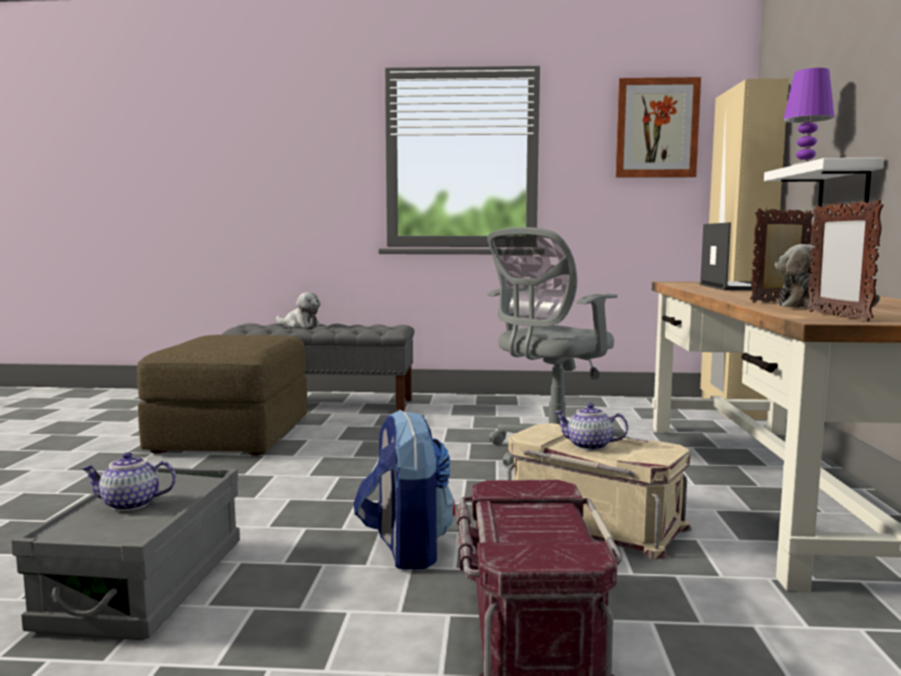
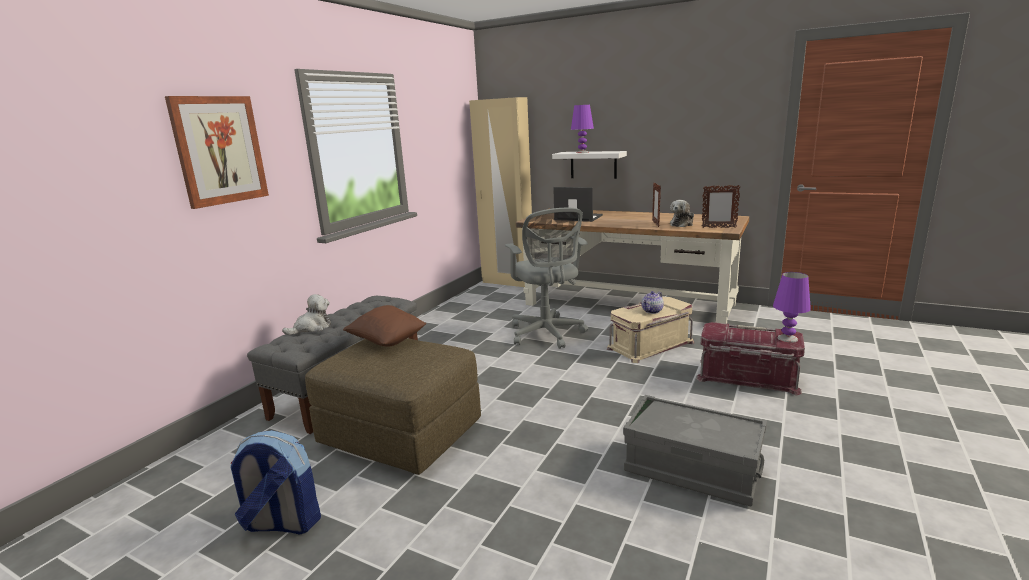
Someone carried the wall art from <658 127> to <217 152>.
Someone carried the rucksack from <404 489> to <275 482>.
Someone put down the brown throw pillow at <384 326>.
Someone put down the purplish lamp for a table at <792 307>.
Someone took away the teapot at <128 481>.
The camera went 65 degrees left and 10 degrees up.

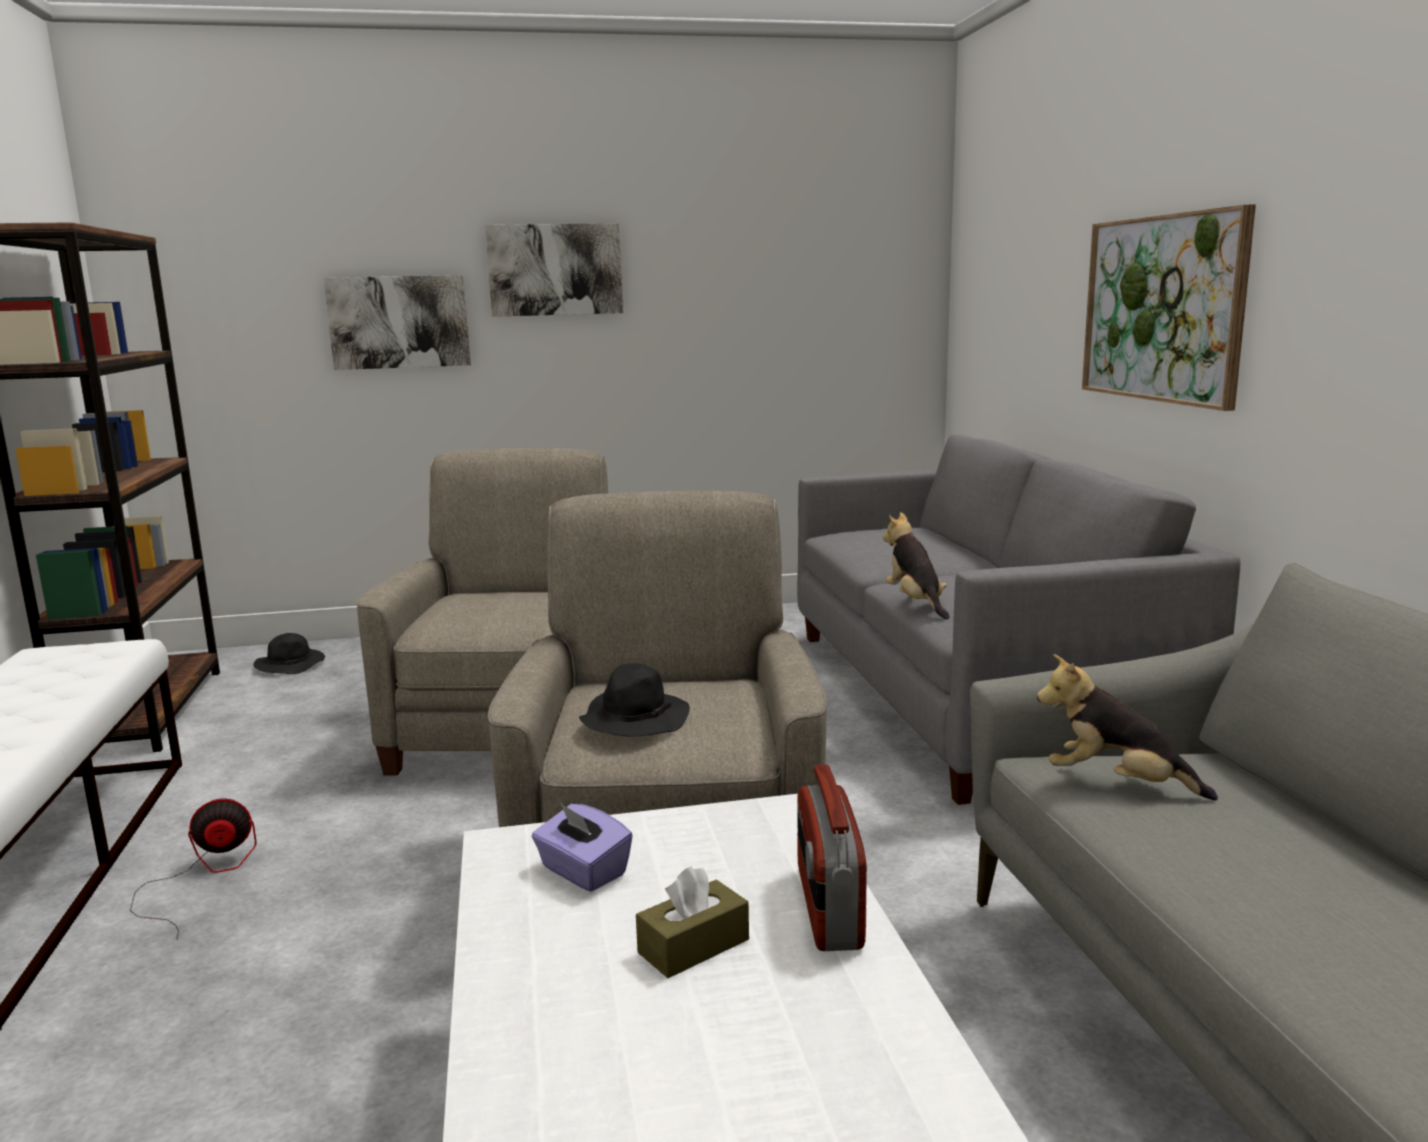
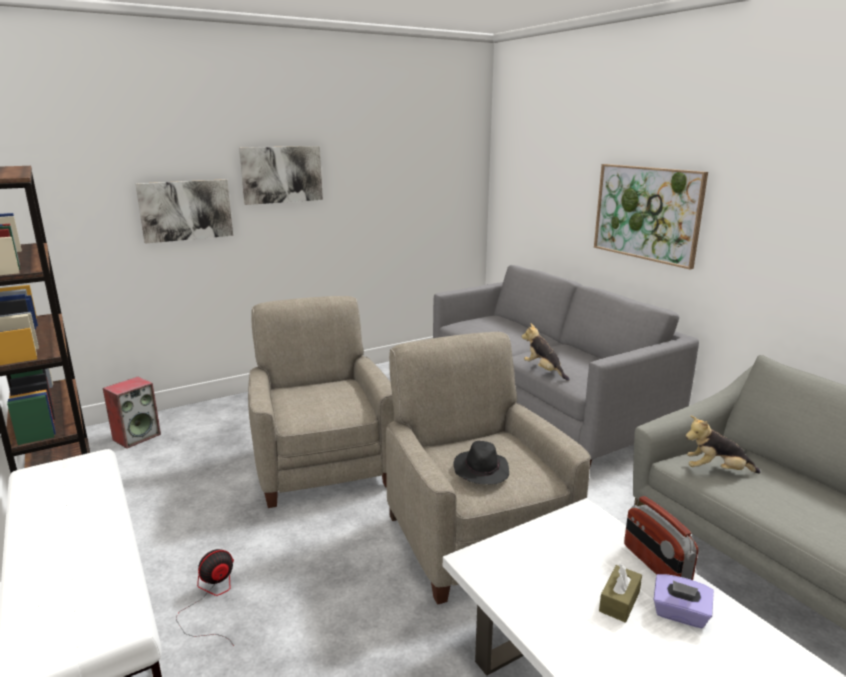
Someone swapped the blackish hat at <289 653> for the audio speaker at <132 413>.
Someone carried the purplish tissue holder from <582 847> to <684 601>.
The camera went 20 degrees left and 5 degrees up.

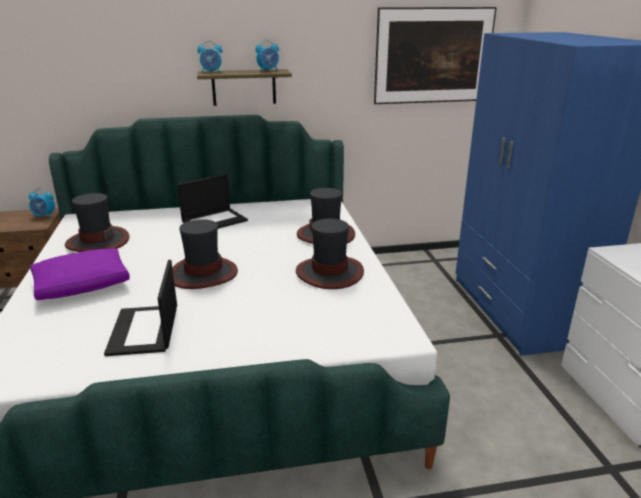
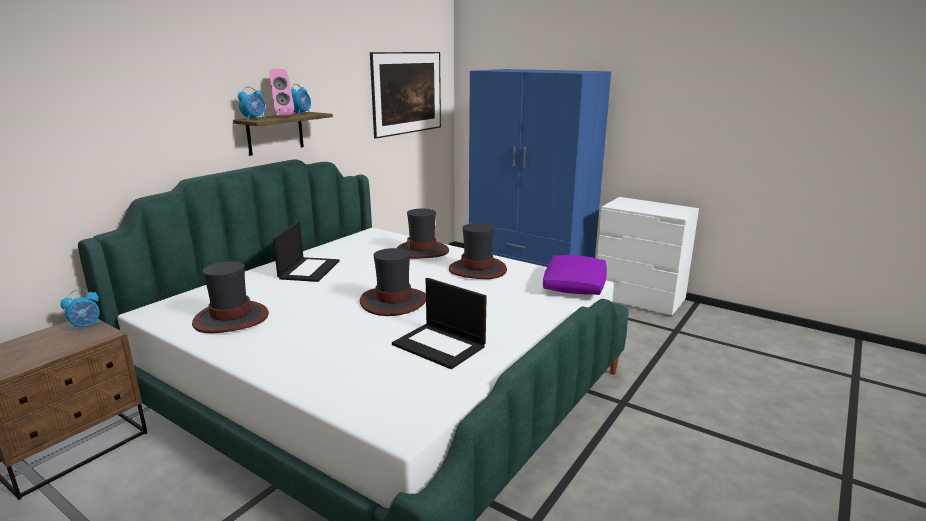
Someone put down the pink-coloured audio speaker at <281 92>.
Someone carried the purplish throw pillow from <80 274> to <575 275>.
The camera went 45 degrees left and 5 degrees down.

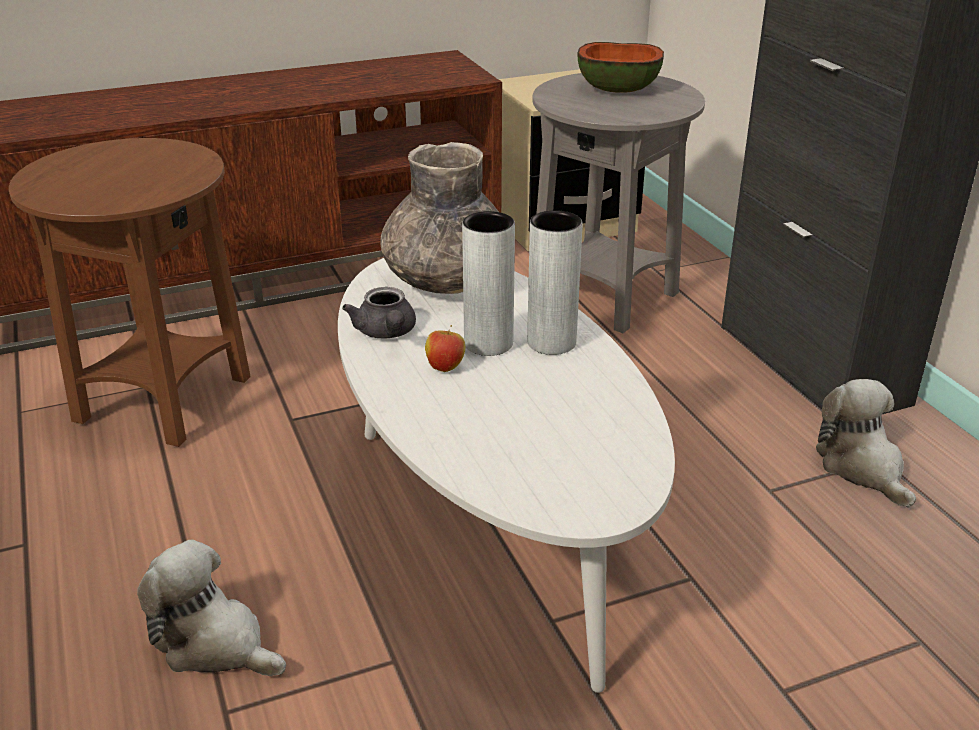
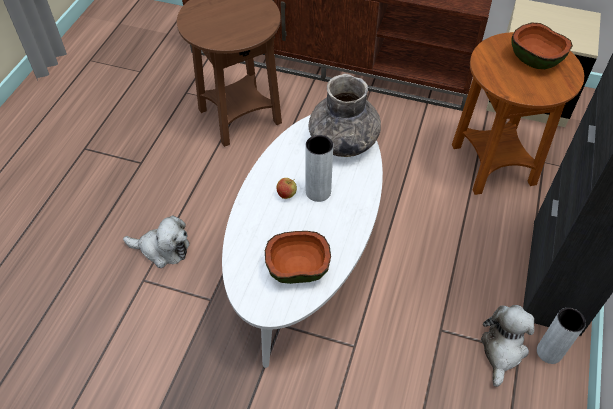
Someone rotated the soft toy at <211 608> by 120 degrees clockwise.
Someone put down the bowl at <298 257>.
Someone repainted the grey side table at <618 203>, which became the brown side table at <518 113>.
Someone carried the grey vase from <555 282> to <561 336>.
Someone took away the grey teapot at <379 312>.
The camera went 40 degrees right and 20 degrees up.

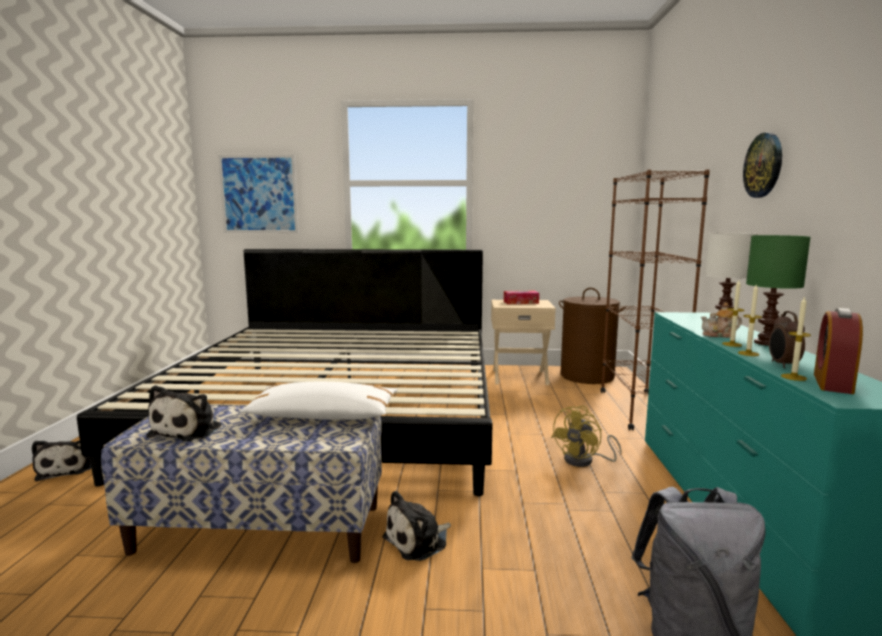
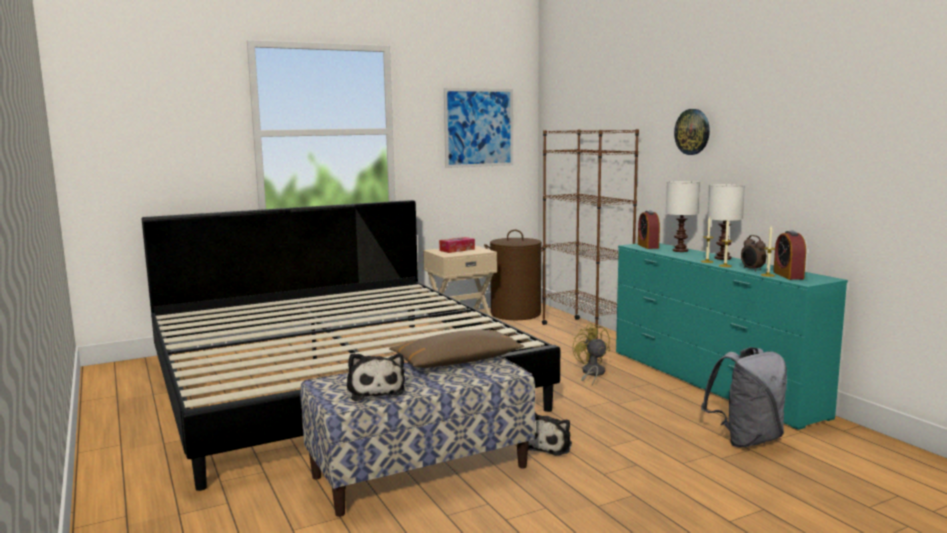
Someone repainted the white throw pillow at <318 401>, which became the brown throw pillow at <456 349>.
Someone carried the wall art from <258 194> to <478 128>.
Someone rotated the yellowish electric fan at <586 436> by 150 degrees clockwise.
Someone put down the bedside clock at <649 229>.
Someone repainted the green-coloured lamp for a table at <778 290>, which became the white lamp for a table at <726 222>.
Someone took away the soft toy at <61 460>.
Someone took away the teapot at <721 320>.
The camera went 30 degrees left and 0 degrees up.

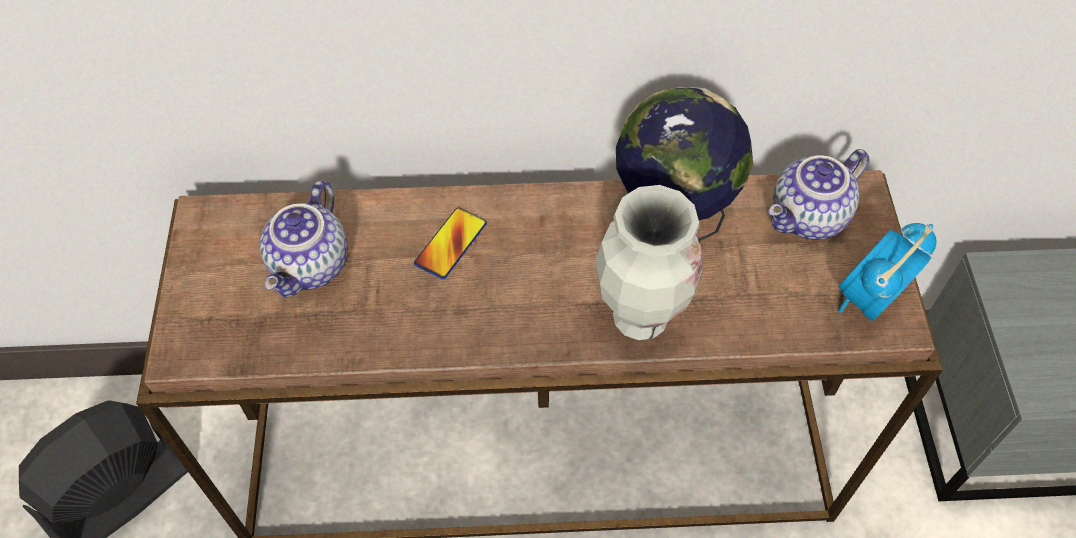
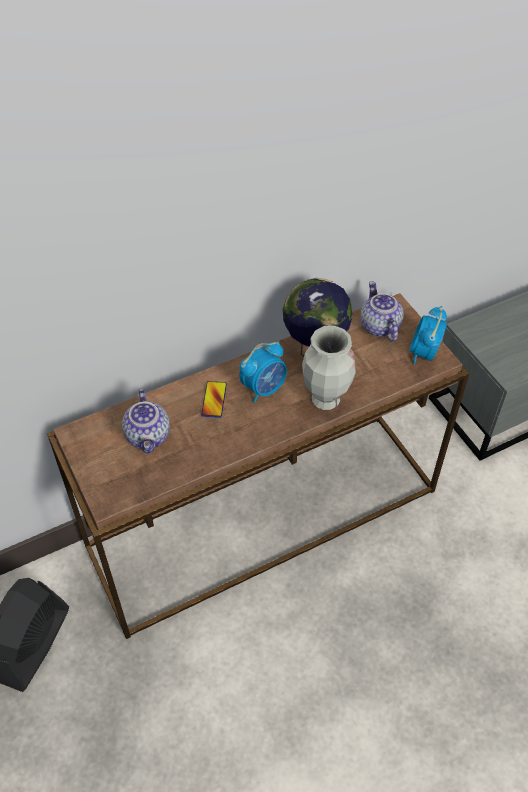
Someone put down the bedside clock at <263 372>.
Someone rotated the teapot at <818 194> by 135 degrees clockwise.
The camera went 25 degrees left and 5 degrees down.

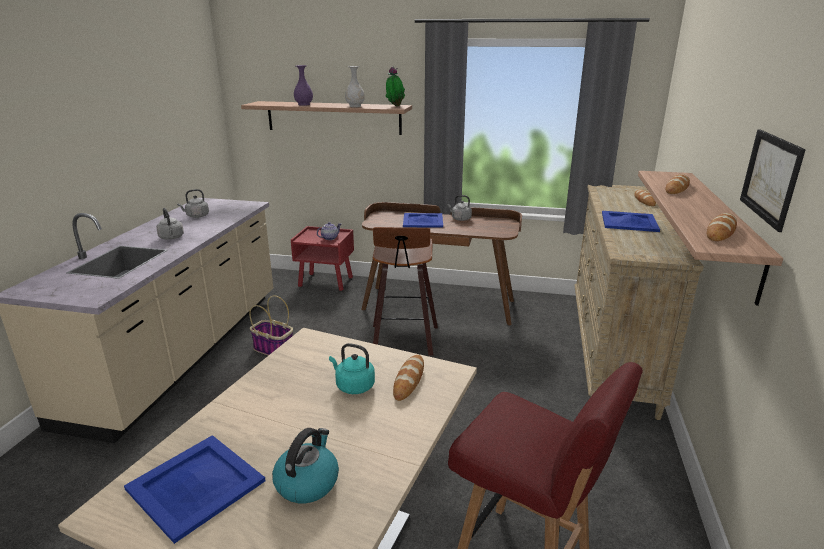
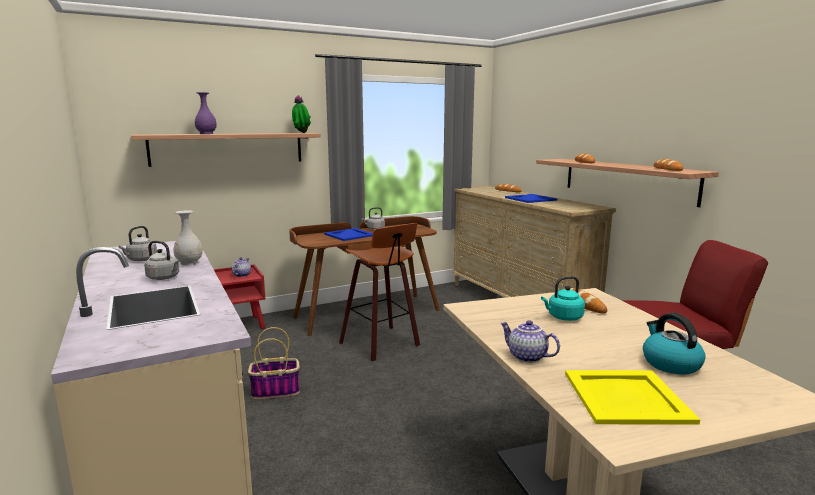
Someone carried the white vase from <355 86> to <188 238>.
Someone put down the teapot at <530 341>.
Someone repainted the bluish tray at <195 489>, which became the yellowish tray at <632 397>.
Someone took away the wall art at <773 180>.
The camera went 40 degrees left and 10 degrees down.

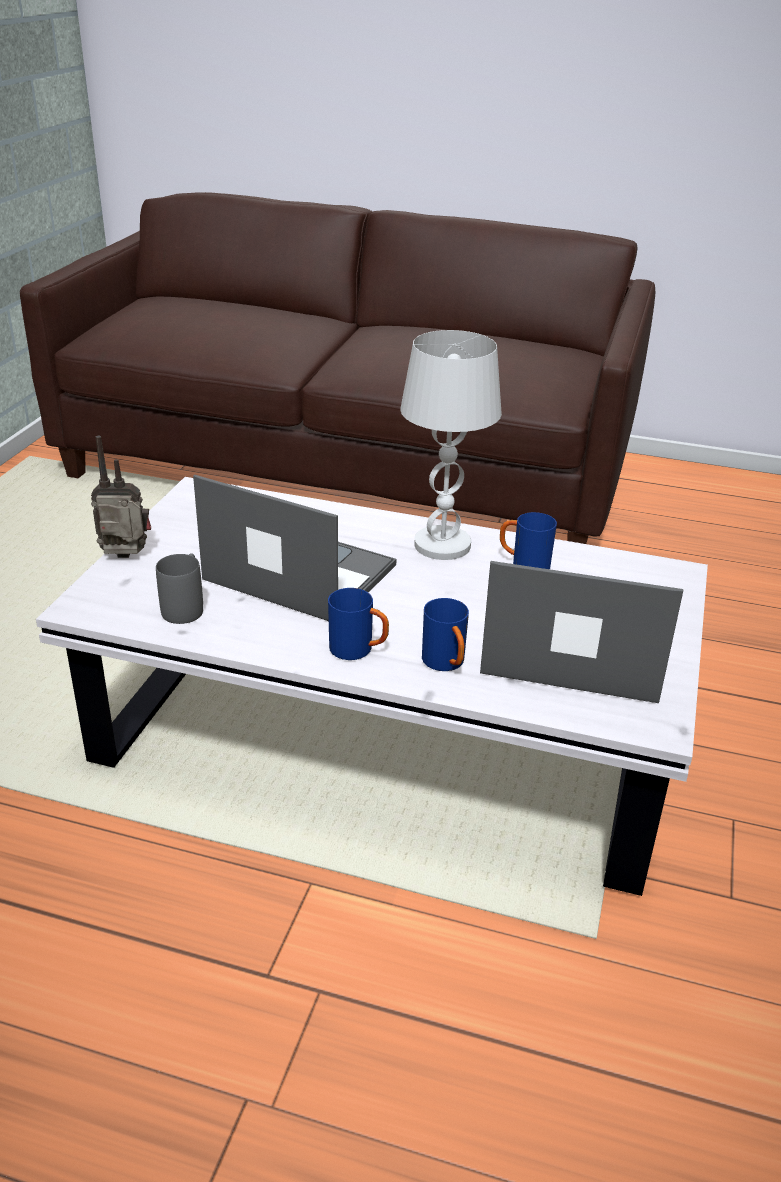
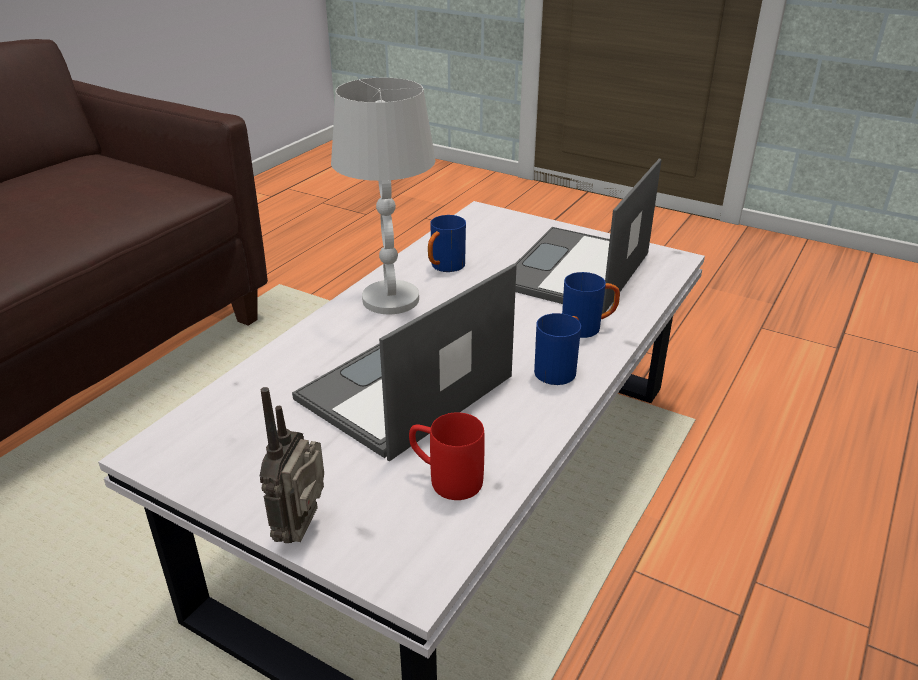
Someone repainted the grey mug at <179 588>, which became the red-coloured mug at <447 456>.
The camera went 75 degrees left and 0 degrees up.

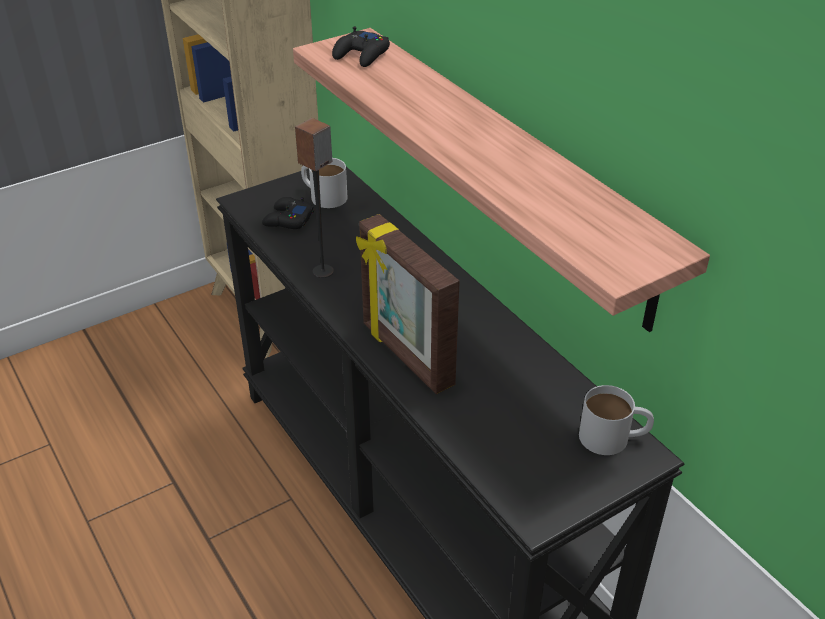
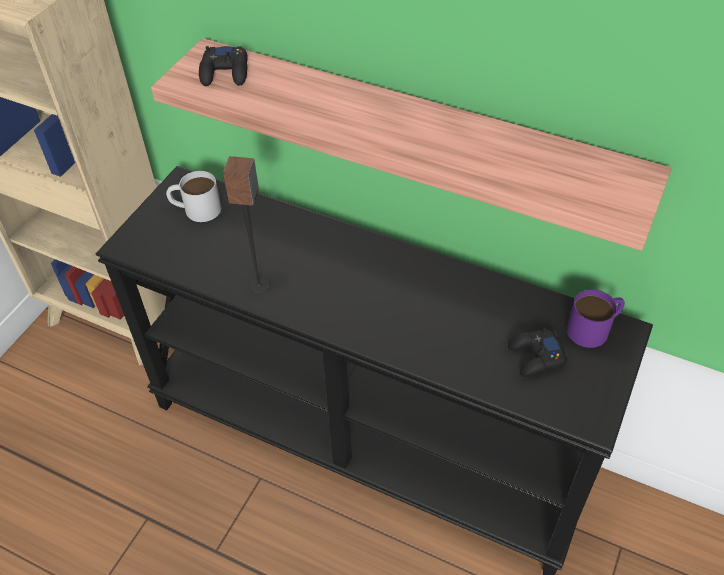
Someone carried the blackish gamepad from <288 213> to <538 352>.
Someone repainted the white mug at <616 420>, which became the purplish mug at <596 318>.
Someone took away the photo frame at <408 304>.
The camera went 30 degrees left and 10 degrees up.

